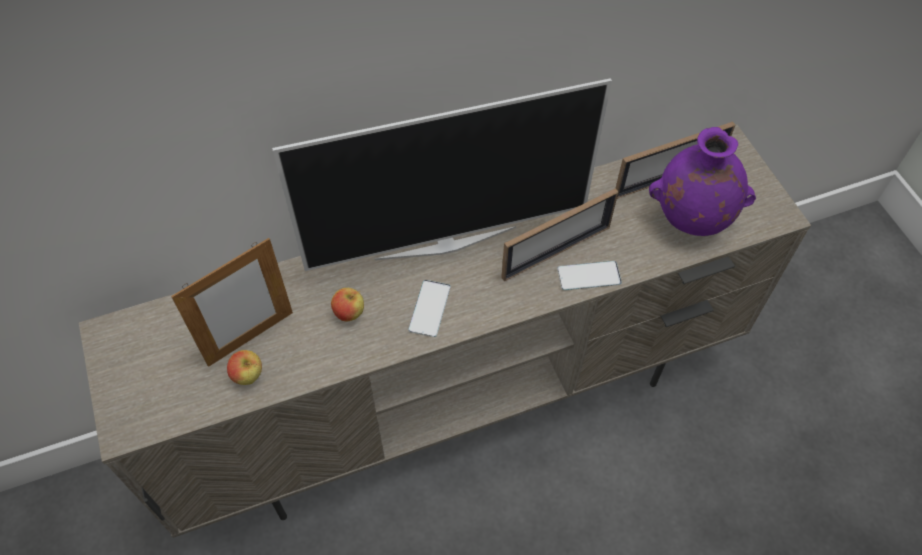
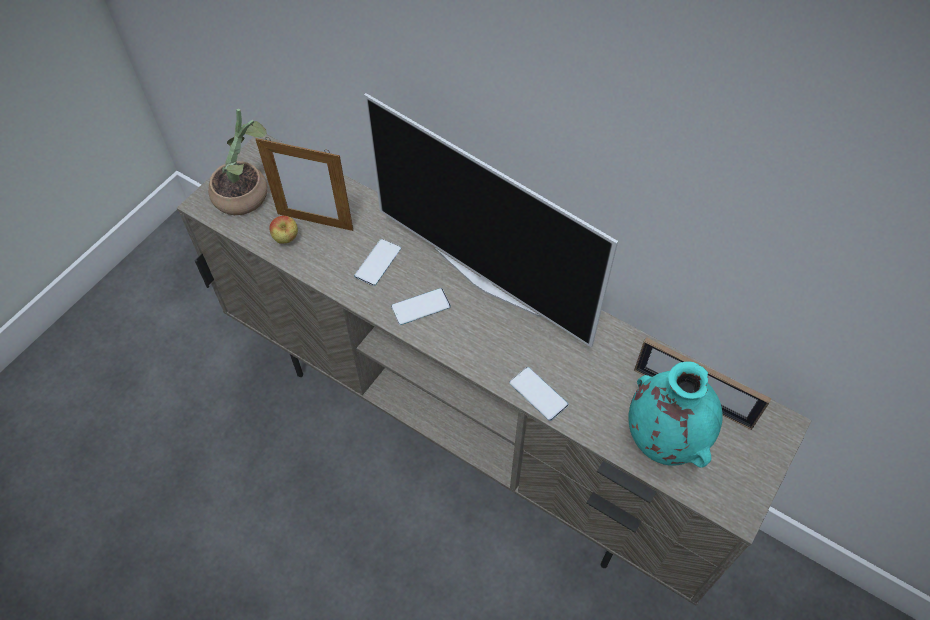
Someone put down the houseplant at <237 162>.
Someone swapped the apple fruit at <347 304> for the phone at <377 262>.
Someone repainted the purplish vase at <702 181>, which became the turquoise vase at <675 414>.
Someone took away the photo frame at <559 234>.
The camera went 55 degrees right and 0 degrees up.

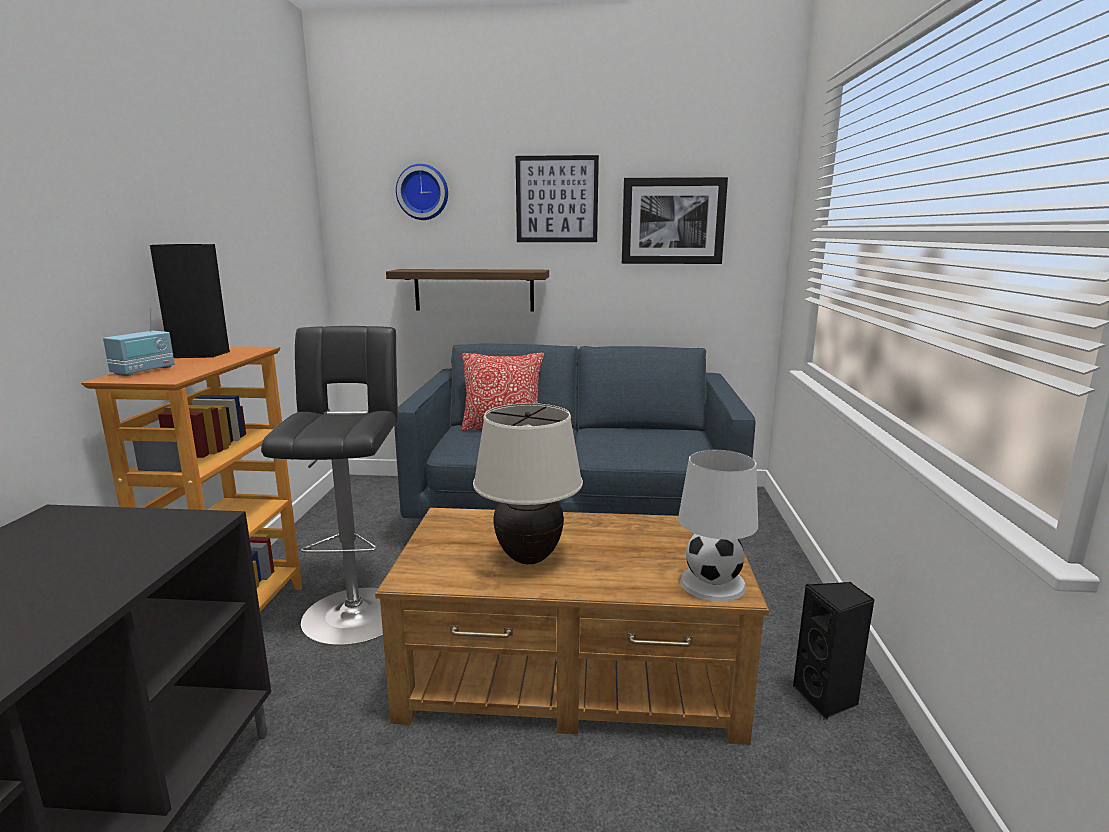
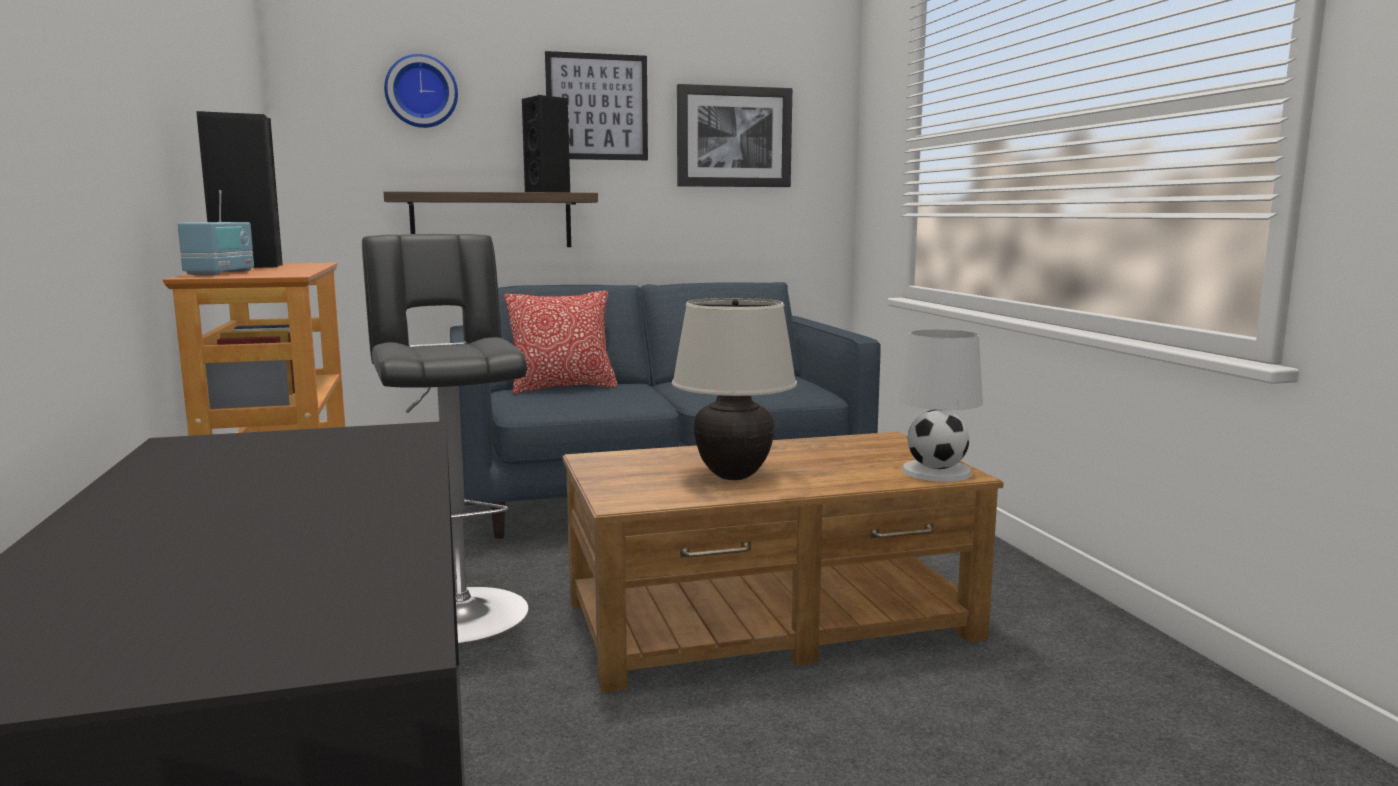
Someone carried the blackish audio speaker from <834 651> to <546 144>.
The camera went 20 degrees left and 5 degrees down.

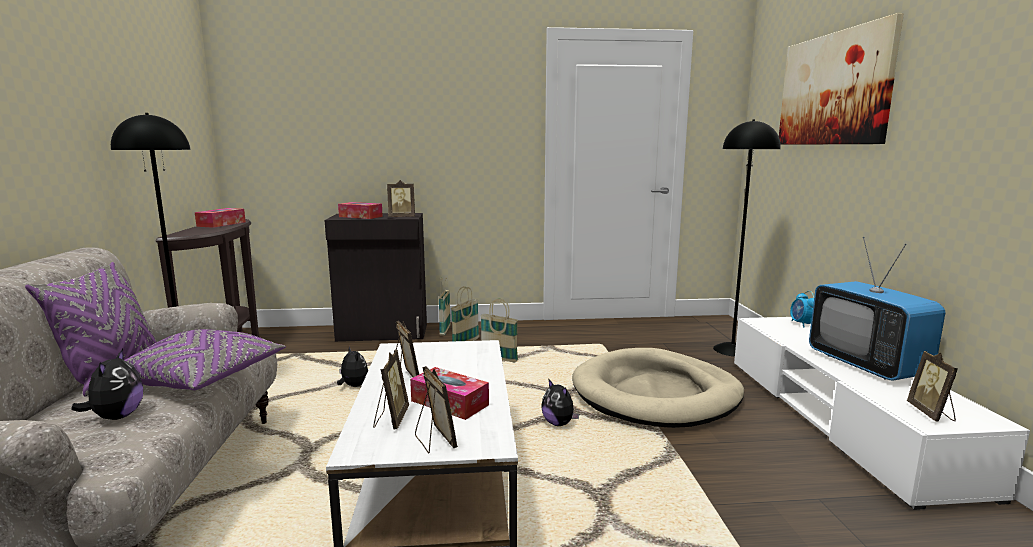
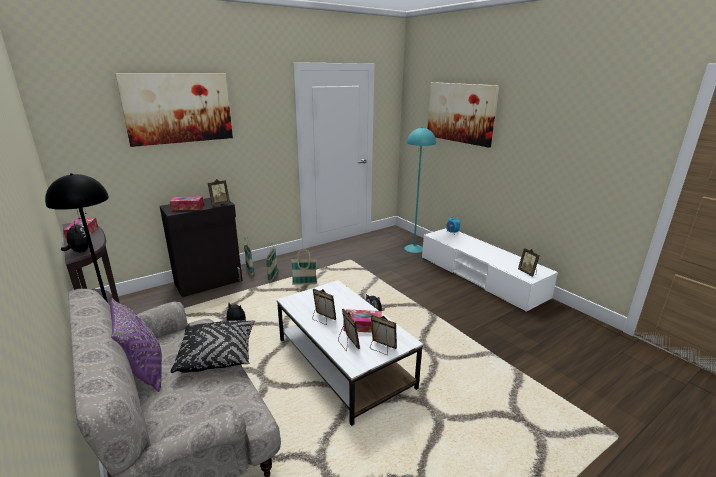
Someone carried the soft toy from <107 384> to <75 236>.
Someone put up the wall art at <174 110>.
Someone repainted the purplish throw pillow at <205 359>, which became the blackish throw pillow at <213 346>.
Someone repainted the blackish standing lamp at <747 238>, which became the turquoise standing lamp at <420 190>.
Someone took away the beige dog cushion at <658 388>.
Someone took away the television at <877 309>.
The camera went 30 degrees left and 10 degrees up.

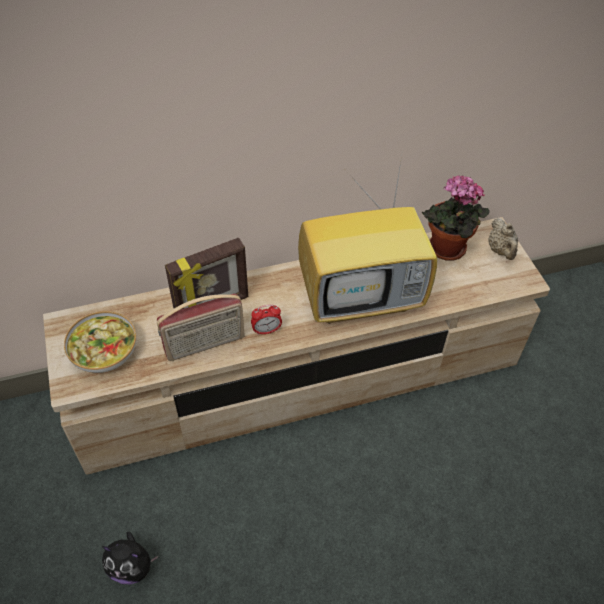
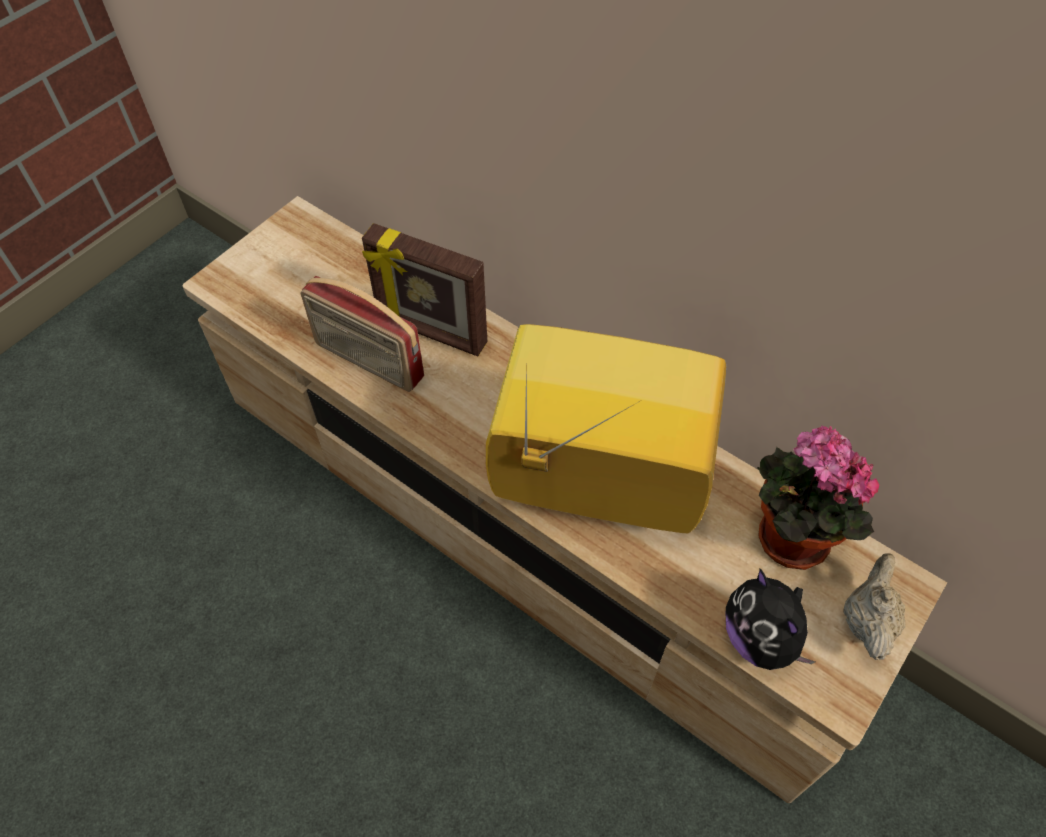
Someone rotated the television at <367 239> by 150 degrees clockwise.
Someone carried the soft toy from <130 557> to <770 619>.
Someone rotated the beige teapot at <503 239> by 150 degrees clockwise.
Someone took away the bowl at <100 342>.
Someone took away the bedside clock at <266 319>.
The camera went 55 degrees right and 5 degrees up.

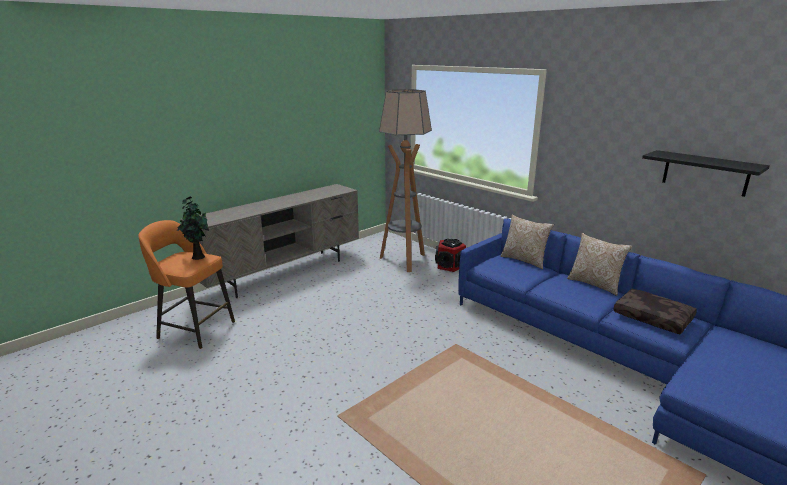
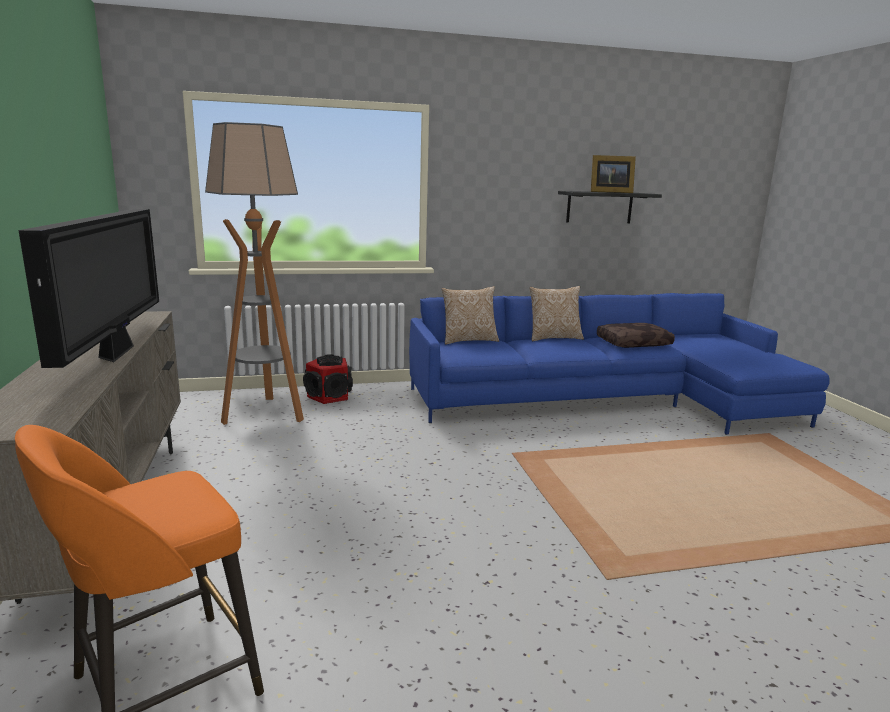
Someone put down the television at <88 288>.
Someone put down the photo frame at <613 174>.
Someone took away the houseplant at <193 228>.
The camera went 60 degrees left and 5 degrees down.

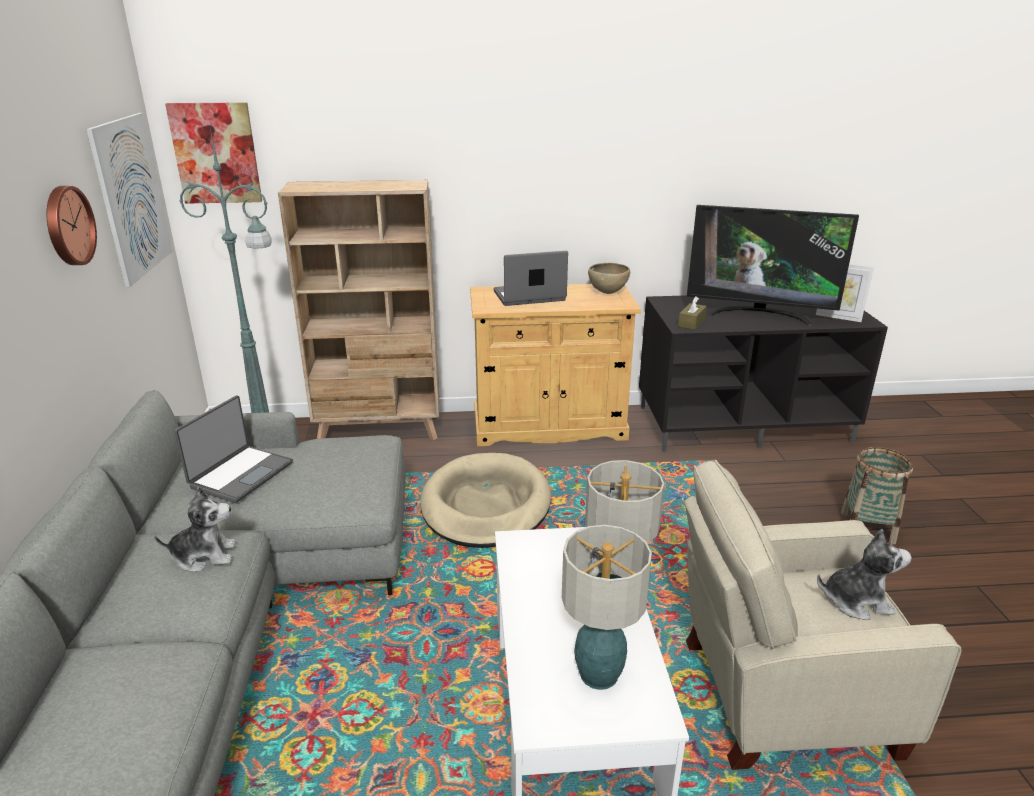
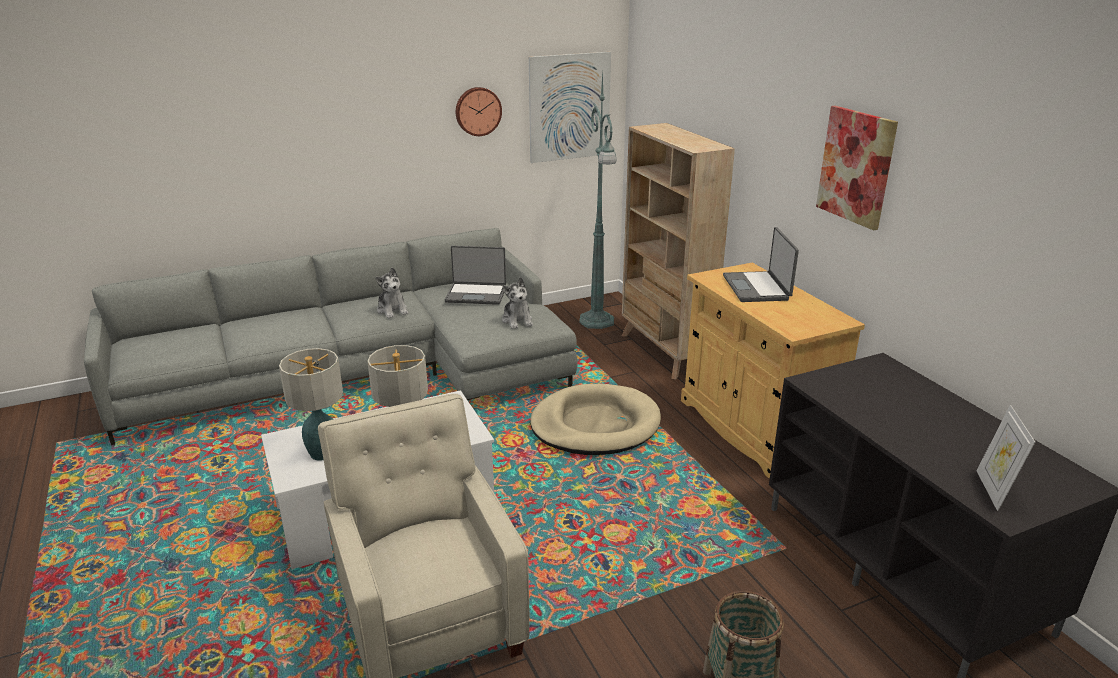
Someone carried the soft toy from <864 574> to <517 303>.
Someone rotated the laptop at <531 278> by 150 degrees counterclockwise.
Someone carried the wall art from <213 153> to <857 168>.
Someone took away the brown bowl at <609 278>.
Someone took away the brown tissue holder at <692 313>.
Someone took away the television at <773 265>.
The camera went 70 degrees right and 0 degrees up.

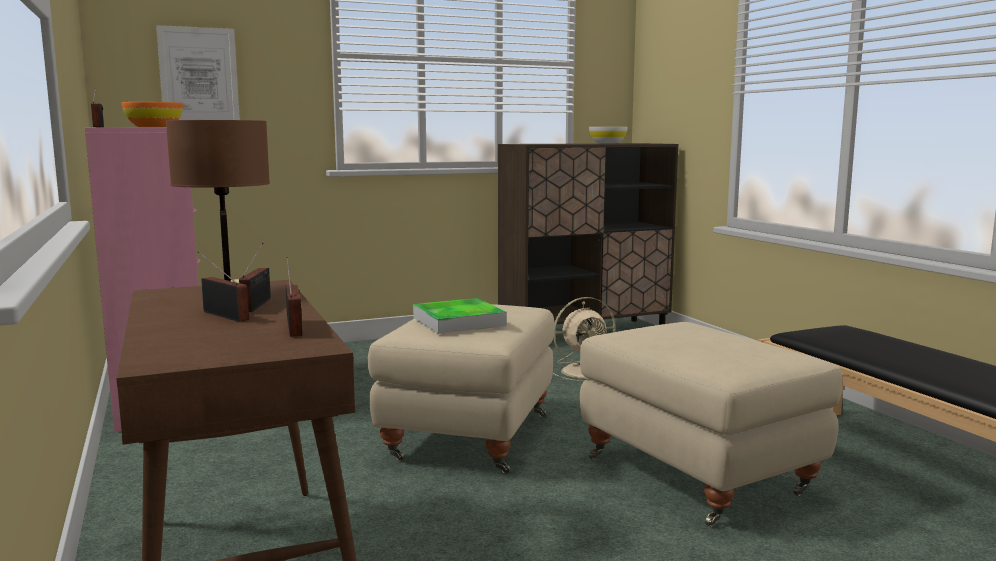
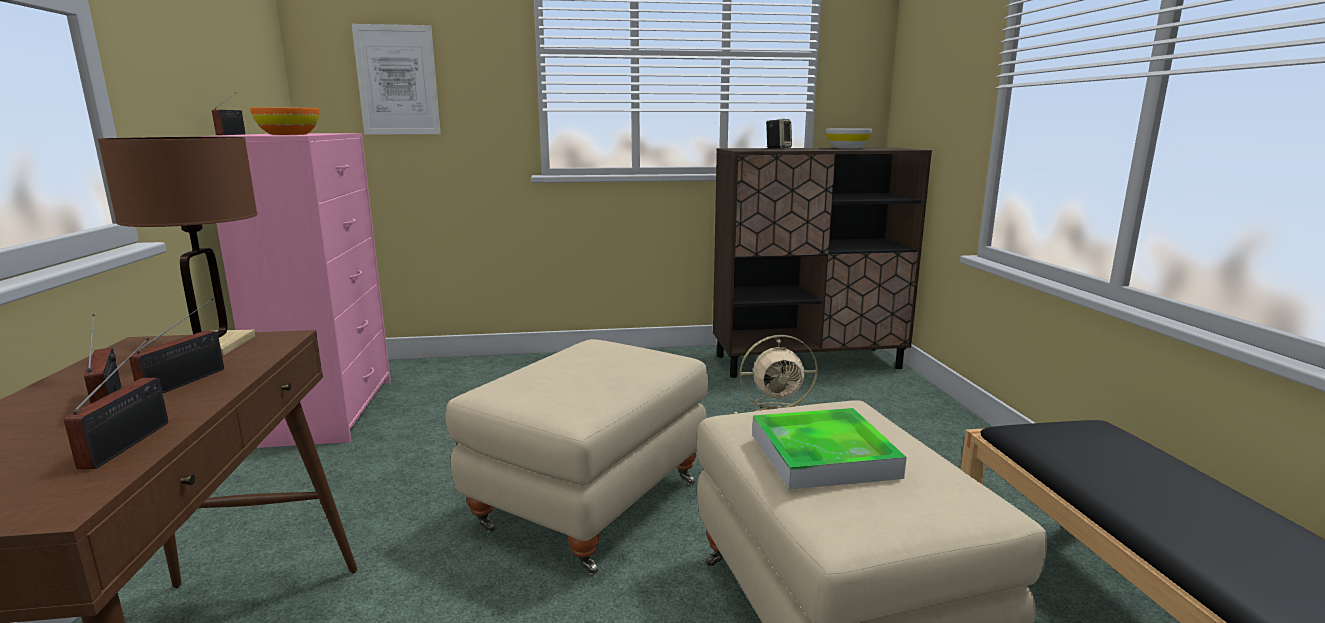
Someone carried the tray from <460 316> to <829 449>.
Someone put down the audio speaker at <779 134>.
The camera went 15 degrees right and 5 degrees up.

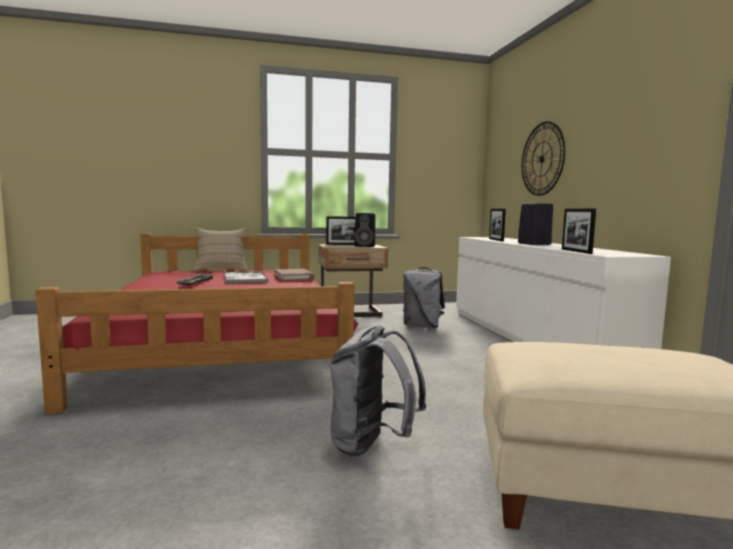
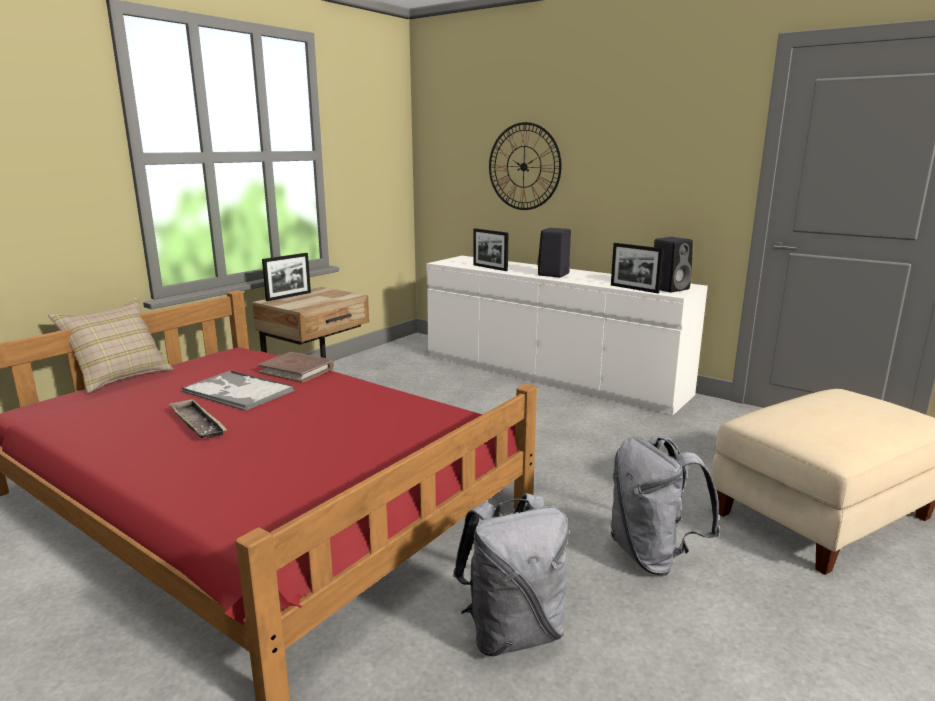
Someone carried the grey rucksack from <424 297> to <511 574>.
Someone carried the blackish audio speaker from <365 230> to <673 265>.
The camera went 40 degrees left and 10 degrees up.

